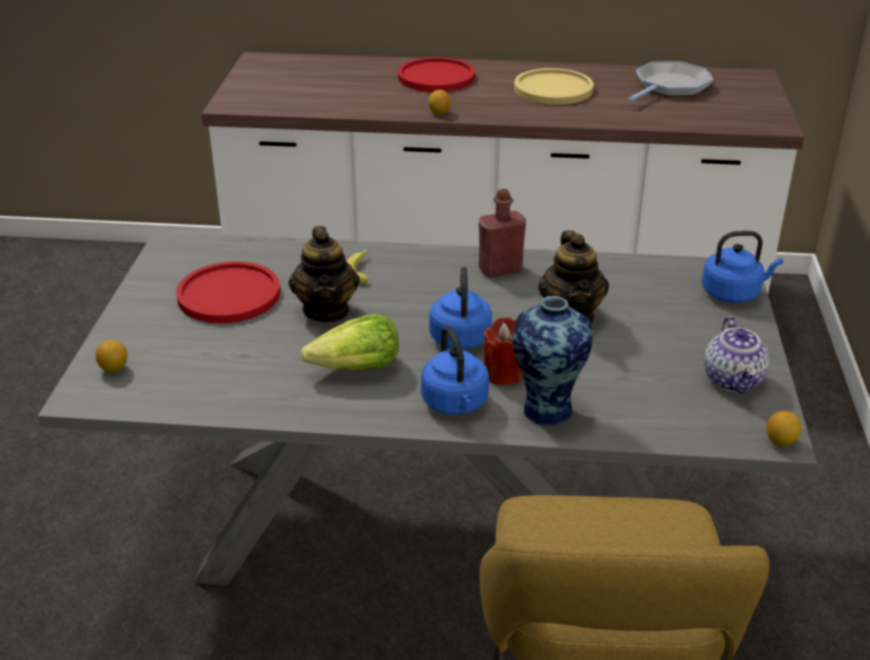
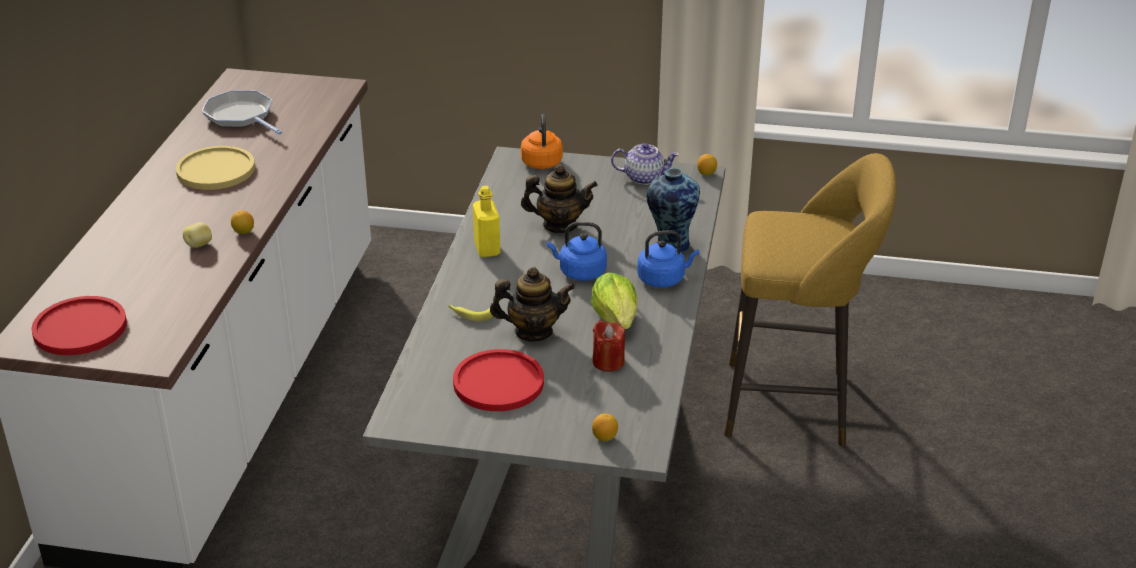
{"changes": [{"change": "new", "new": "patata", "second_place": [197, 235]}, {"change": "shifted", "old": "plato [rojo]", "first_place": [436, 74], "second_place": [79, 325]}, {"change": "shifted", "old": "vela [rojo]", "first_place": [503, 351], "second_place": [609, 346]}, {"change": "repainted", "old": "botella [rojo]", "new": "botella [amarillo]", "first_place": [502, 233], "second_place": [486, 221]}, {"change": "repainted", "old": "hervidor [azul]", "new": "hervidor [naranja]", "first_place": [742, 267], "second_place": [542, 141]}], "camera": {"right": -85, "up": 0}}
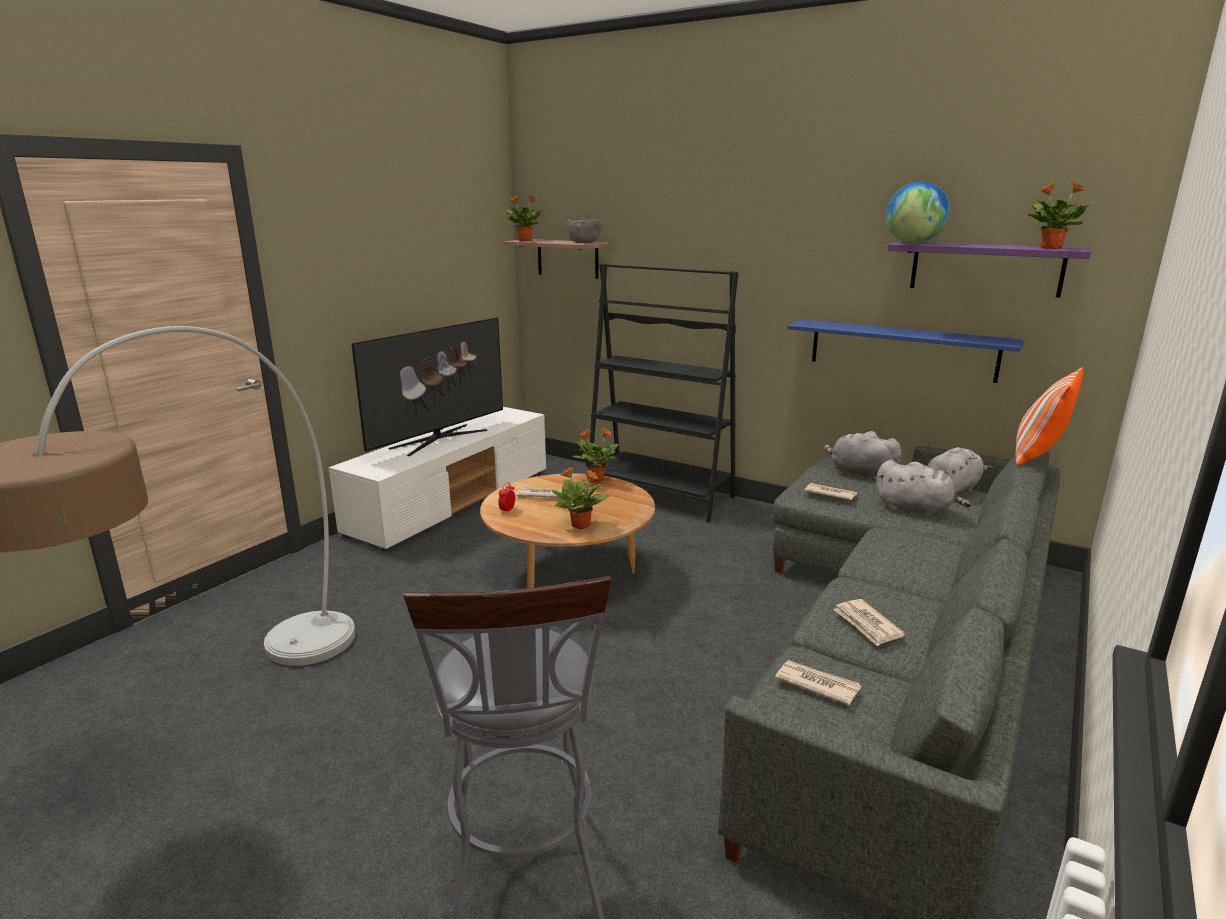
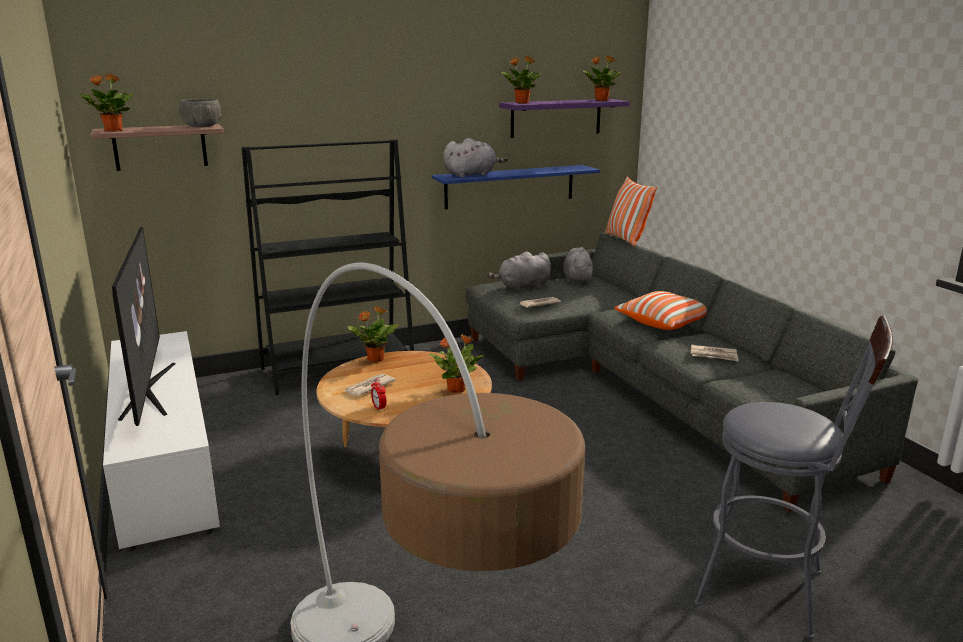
{"changes": [{"change": "gone", "old": "periódico", "first_place": [818, 683]}, {"change": "new", "new": "cojín", "second_place": [660, 310]}, {"change": "shifted", "old": "peluche [gris]", "first_place": [923, 488], "second_place": [475, 158]}, {"change": "swapped", "old": "globo terráqueo", "new": "planta en maceta", "first_place": [918, 212], "second_place": [522, 80]}], "camera": {"right": -55, "up": 0}}
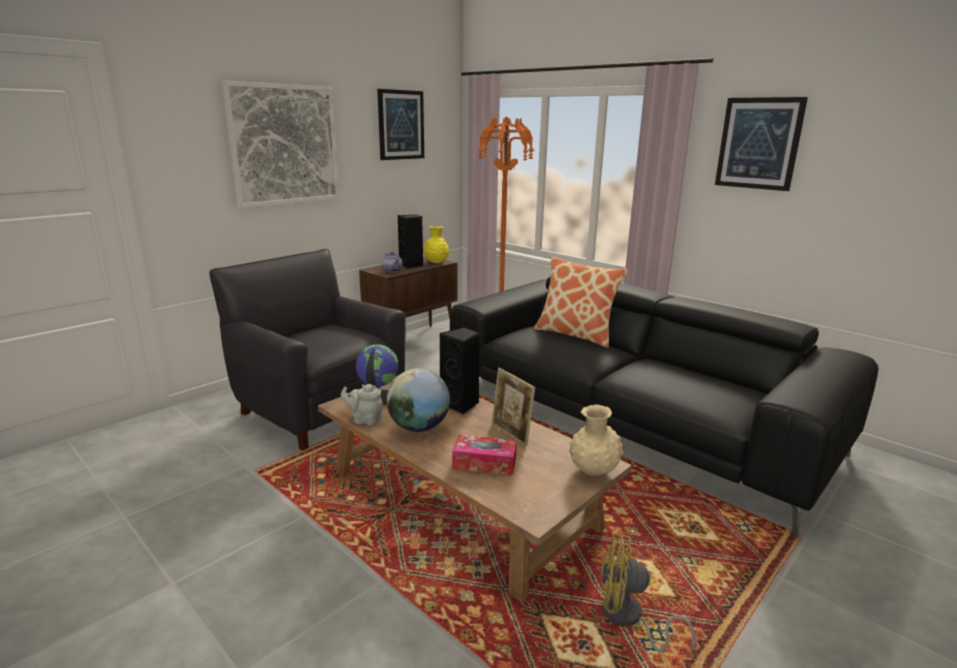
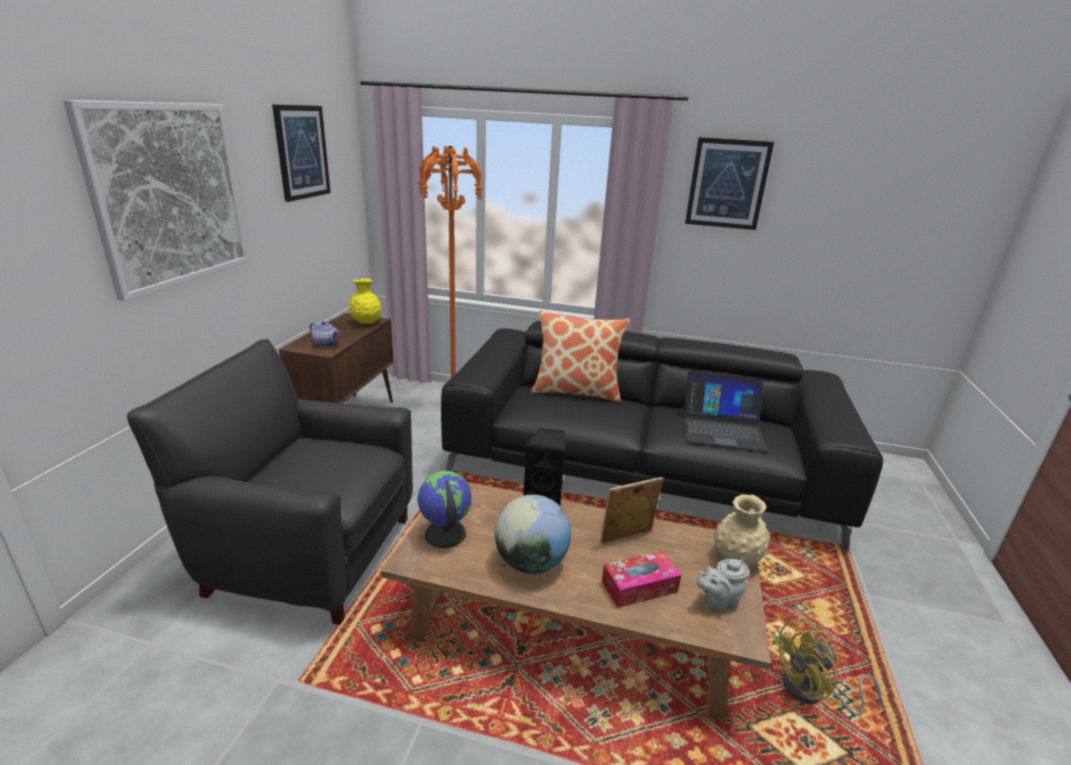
{"changes": [{"change": "gone", "old": "altavoz [negro]", "first_place": [410, 242]}, {"change": "new", "new": "portátil", "second_place": [725, 411]}, {"change": "shifted", "old": "tetera [gris]", "first_place": [362, 404], "second_place": [723, 585]}, {"change": "rotated", "old": "portarretratos", "first_place": [513, 407], "second_place": [631, 510], "degrees": 135}], "camera": {"right": -30, "up": 5}}
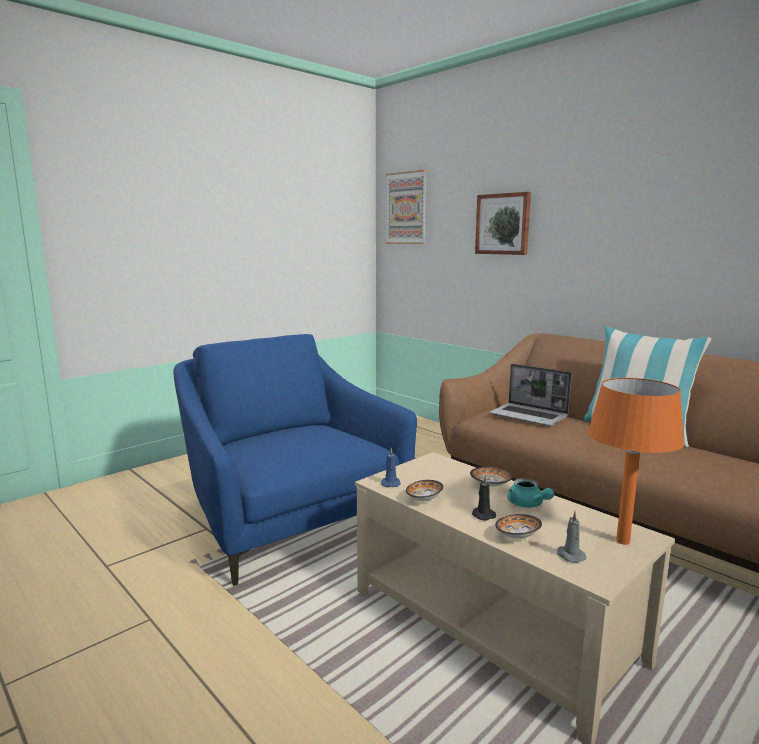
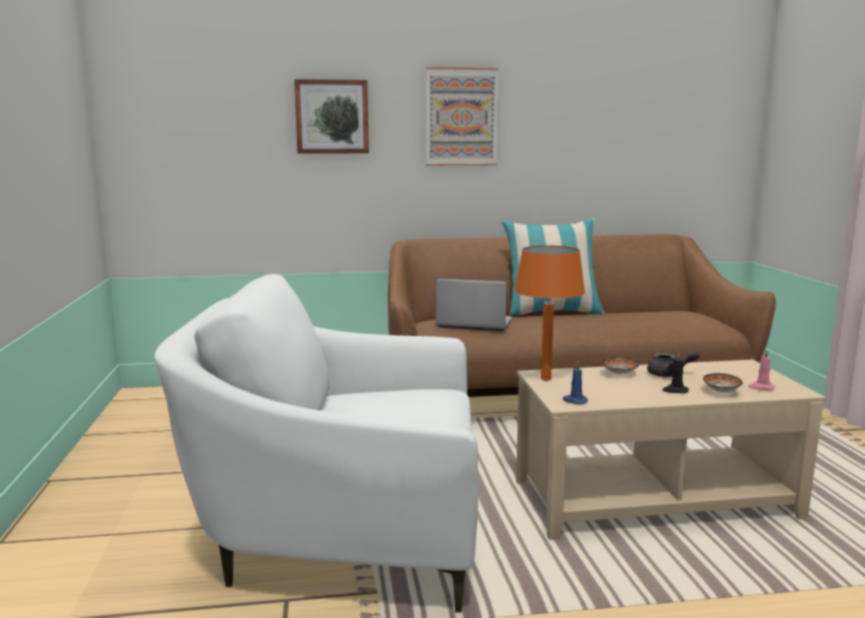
{"changes": [{"change": "gone", "old": "cuenco", "first_place": [424, 490]}, {"change": "shifted", "old": "cuadro", "first_place": [406, 207], "second_place": [462, 116]}, {"change": "shifted", "old": "lámpara de mesa [naranja]", "first_place": [636, 461], "second_place": [549, 313]}, {"change": "repainted", "old": "sillón [azul]", "new": "sillón [blanco]", "first_place": [295, 460], "second_place": [316, 443]}, {"change": "repainted", "old": "tetera [turquesa]", "new": "tetera [gris]", "first_place": [530, 493], "second_place": [673, 363]}, {"change": "repainted", "old": "vela [gris]", "new": "vela [rosa]", "first_place": [571, 537], "second_place": [761, 369]}, {"change": "rotated", "old": "portátil", "first_place": [531, 395], "second_place": [474, 304], "degrees": -150}], "camera": {"right": -55, "up": 0}}
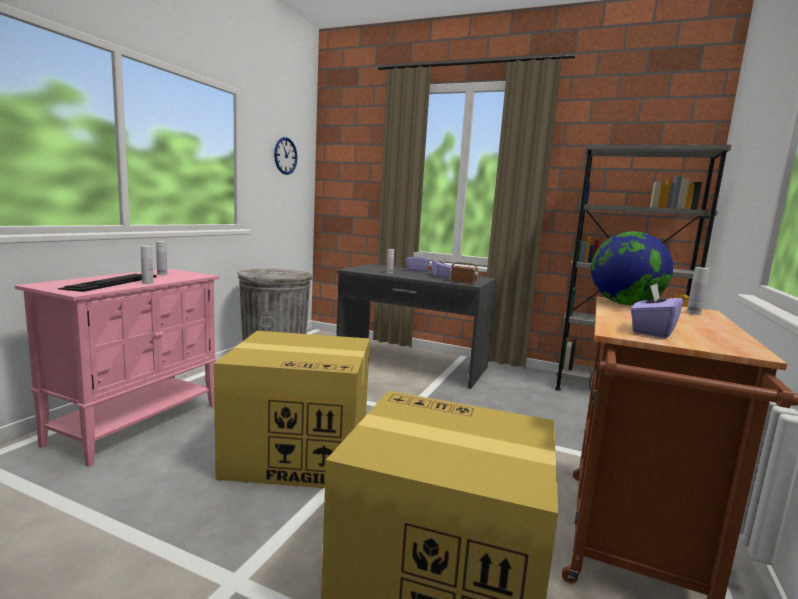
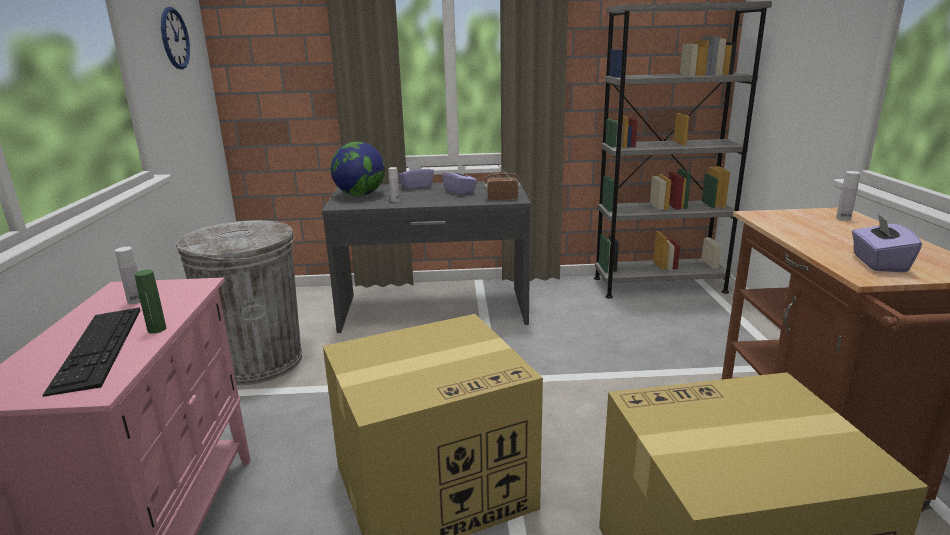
{"changes": [{"change": "shifted", "old": "globo terráqueo", "first_place": [632, 268], "second_place": [357, 169]}, {"change": "repainted", "old": "botella [blanco]", "new": "botella [verde]", "first_place": [147, 265], "second_place": [150, 302]}], "camera": {"right": -25, "up": 10}}
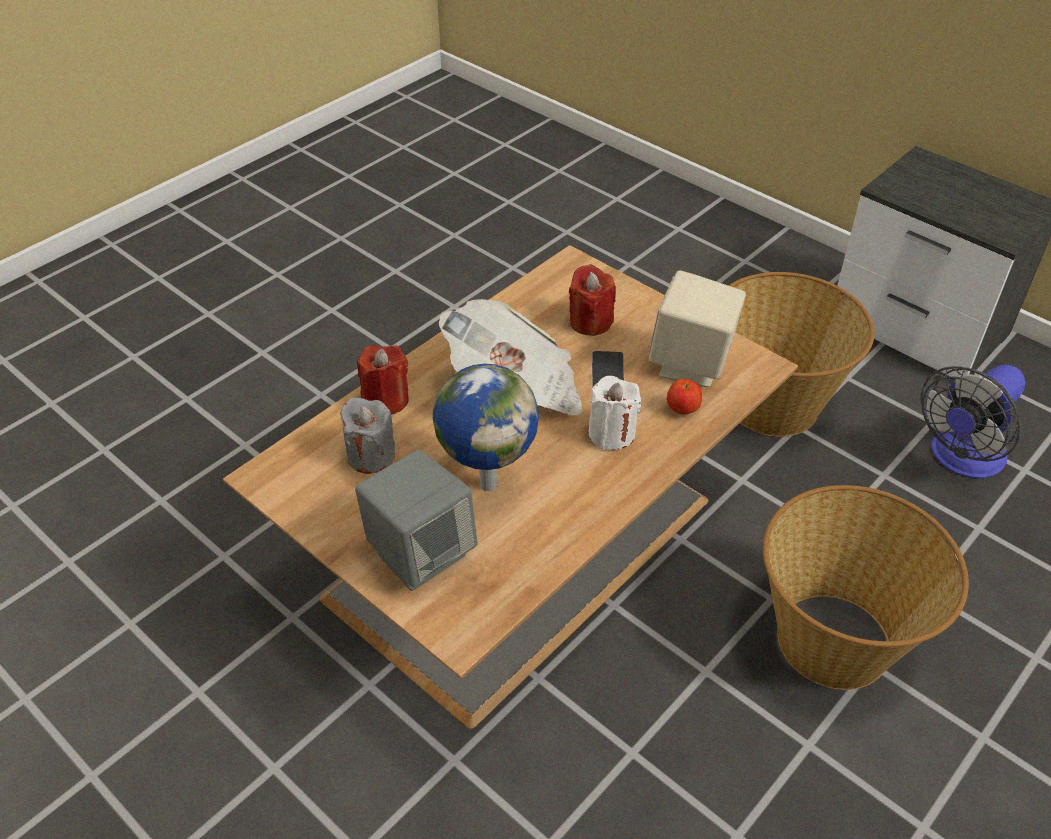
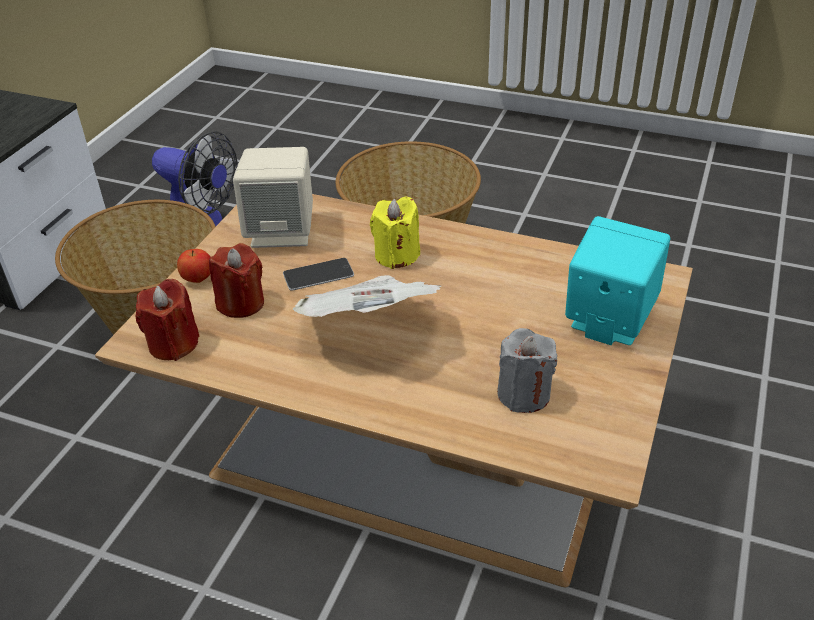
{"changes": [{"change": "gone", "old": "globo terráqueo", "first_place": [486, 427]}, {"change": "shifted", "old": "vela [rojo]", "first_place": [382, 380], "second_place": [167, 320]}, {"change": "shifted", "old": "manzana", "first_place": [684, 396], "second_place": [193, 266]}, {"change": "repainted", "old": "altavoz [gris]", "new": "altavoz [turquesa]", "first_place": [416, 520], "second_place": [617, 280]}, {"change": "repainted", "old": "vela [blanco]", "new": "vela [amarillo]", "first_place": [614, 413], "second_place": [395, 232]}], "camera": {"right": -110, "up": -5}}
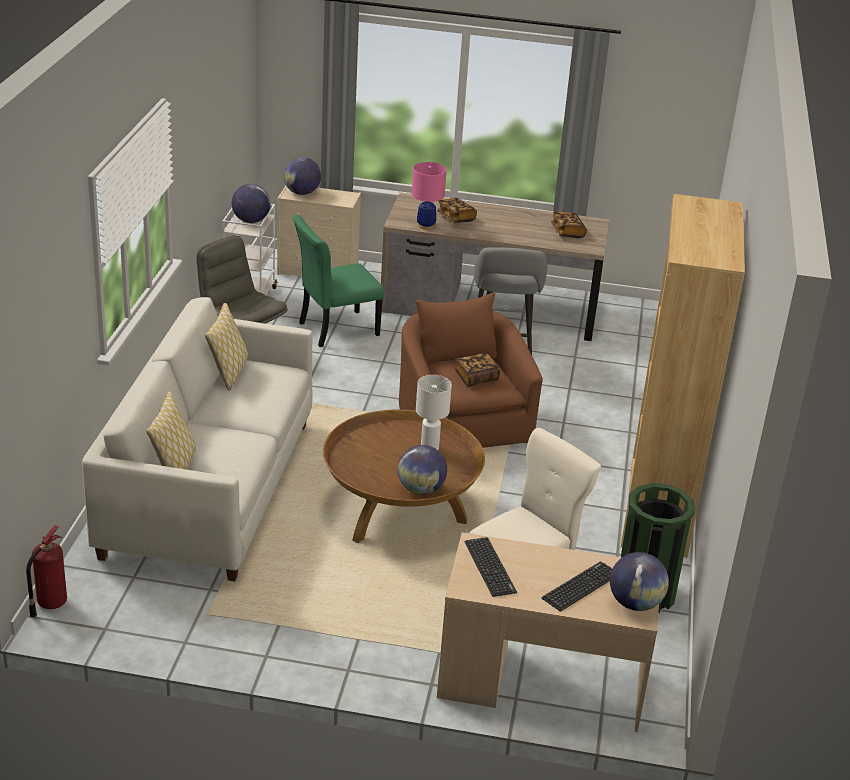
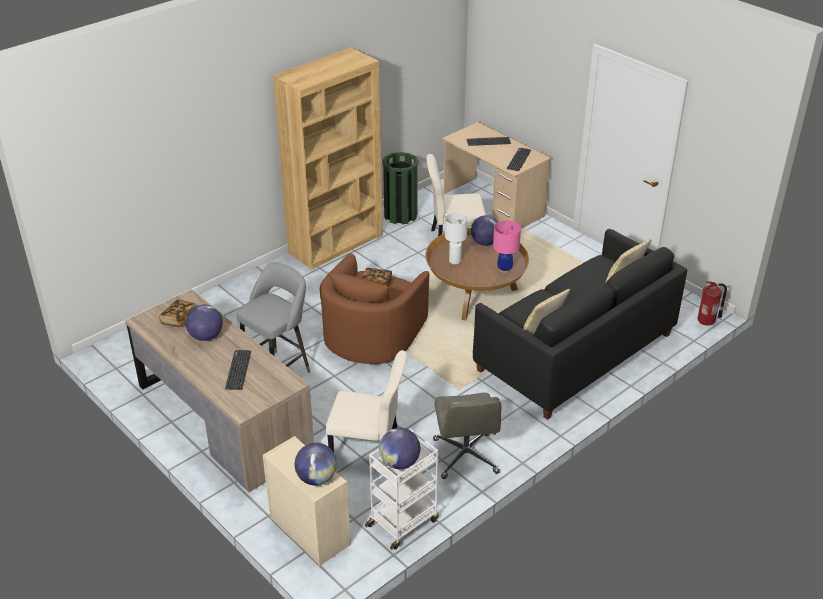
{"changes": [{"change": "shifted", "old": "lámpara de mesa [rosa]", "first_place": [429, 196], "second_place": [507, 246]}, {"change": "shifted", "old": "globo terráqueo", "first_place": [639, 581], "second_place": [204, 322]}, {"change": "swapped", "old": "libro", "new": "teclado", "first_place": [457, 210], "second_place": [238, 370]}, {"change": "repainted", "old": "sofá [blanco]", "new": "sofá [negro]", "first_place": [197, 439], "second_place": [580, 324]}, {"change": "repainted", "old": "silla [verde]", "new": "silla [beis]", "first_place": [338, 281], "second_place": [366, 401]}], "camera": {"right": -140, "up": 5}}
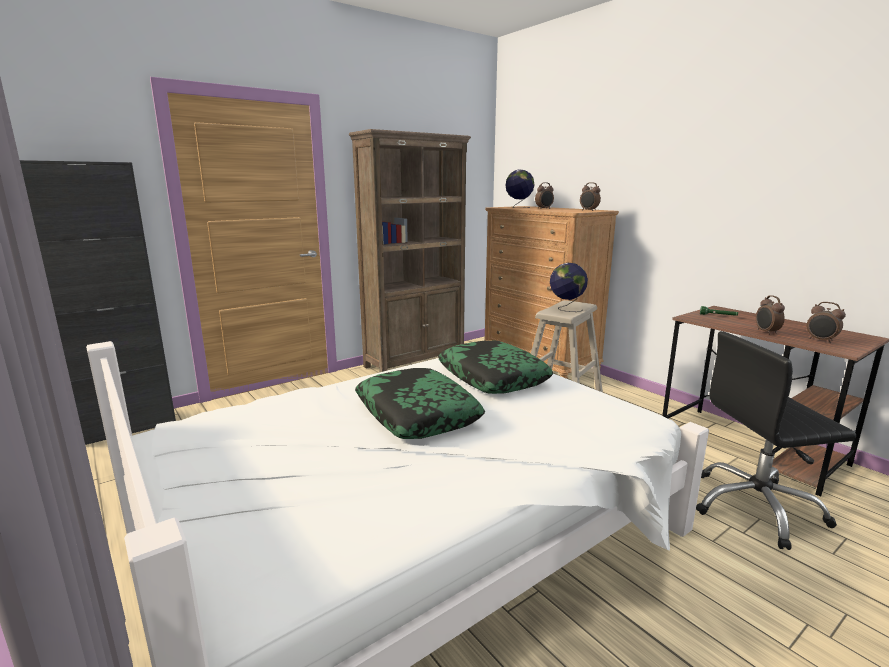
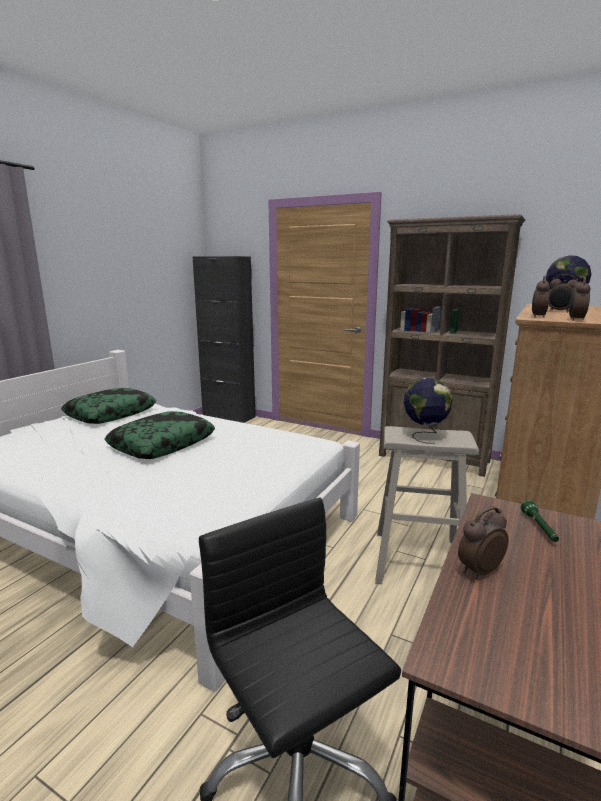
{"changes": [{"change": "shifted", "old": "cojín", "first_place": [495, 367], "second_place": [108, 406]}, {"change": "shifted", "old": "despertador", "first_place": [826, 322], "second_place": [541, 297]}], "camera": {"right": 65, "up": 0}}
